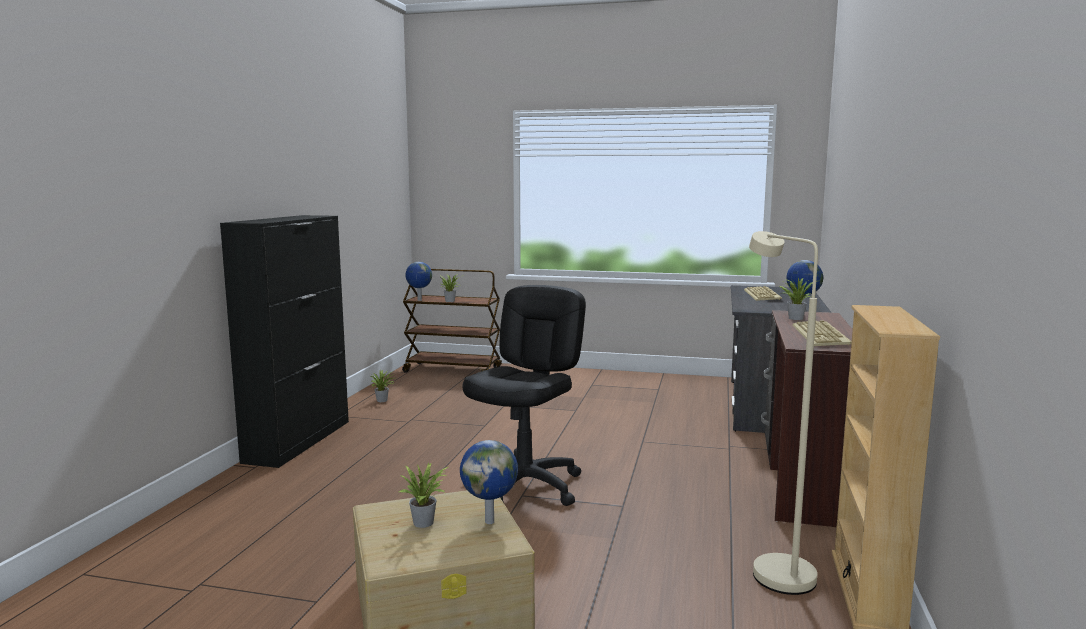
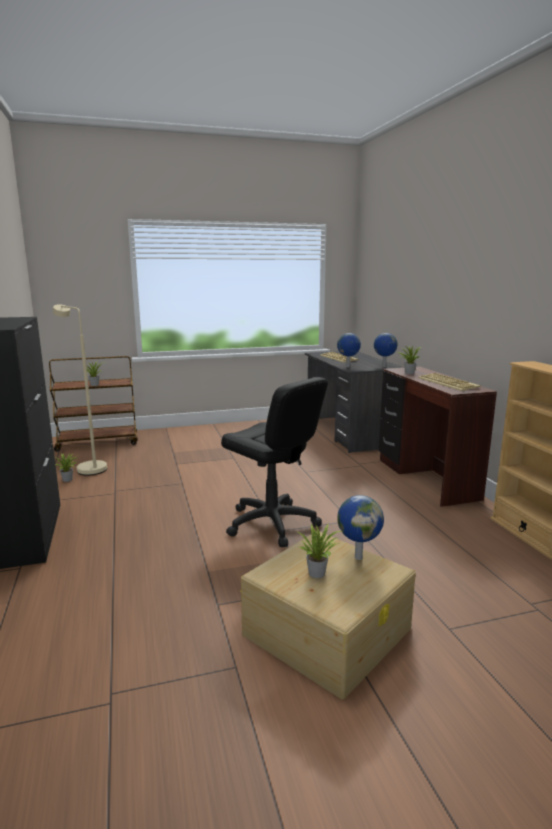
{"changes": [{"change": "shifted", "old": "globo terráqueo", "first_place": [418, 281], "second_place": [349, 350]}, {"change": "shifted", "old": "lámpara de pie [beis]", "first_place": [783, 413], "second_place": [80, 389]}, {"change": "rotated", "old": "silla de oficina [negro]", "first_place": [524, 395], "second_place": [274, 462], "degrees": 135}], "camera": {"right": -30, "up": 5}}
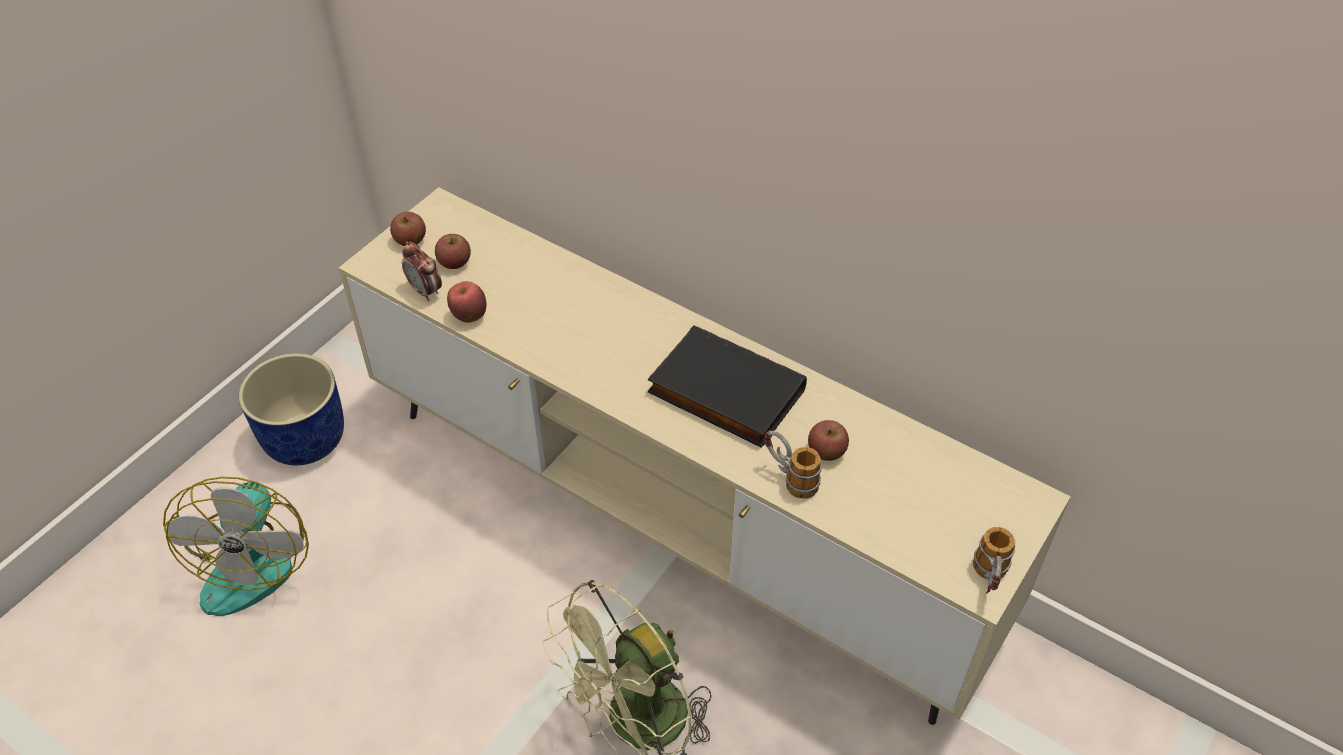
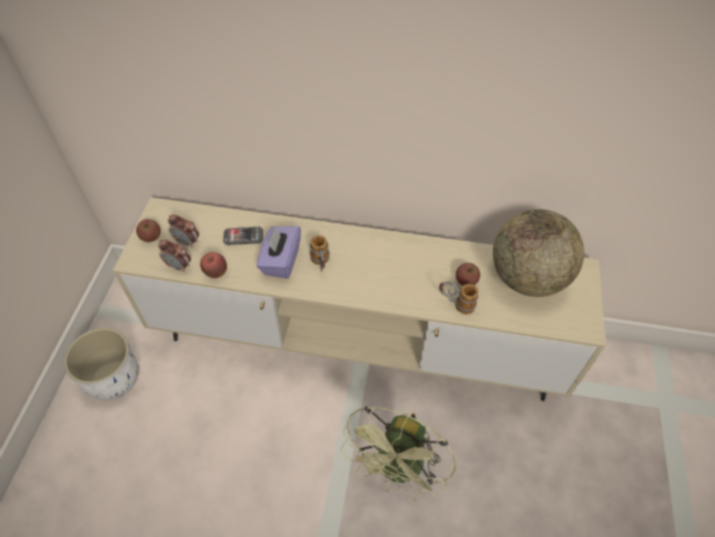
{"changes": [{"change": "gone", "old": "ventilador", "first_place": [236, 546]}, {"change": "gone", "old": "libro [negro]", "first_place": [727, 386]}, {"change": "new", "new": "móvil", "second_place": [243, 236]}, {"change": "new", "new": "caja de pañuelos [morado]", "second_place": [279, 252]}, {"change": "new", "new": "globo terráqueo", "second_place": [538, 253]}, {"change": "shifted", "old": "taza grande", "first_place": [994, 560], "second_place": [320, 253]}, {"change": "swapped", "old": "manzana", "new": "despertador", "first_place": [453, 251], "second_place": [183, 231]}, {"change": "repainted", "old": "maceta [azul]", "new": "maceta [blanco]", "first_place": [291, 409], "second_place": [101, 364]}], "camera": {"right": -25, "up": 5}}
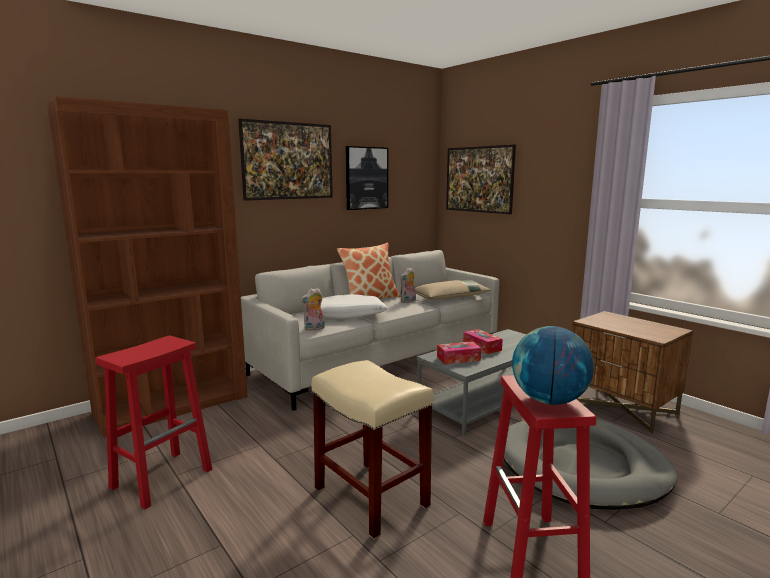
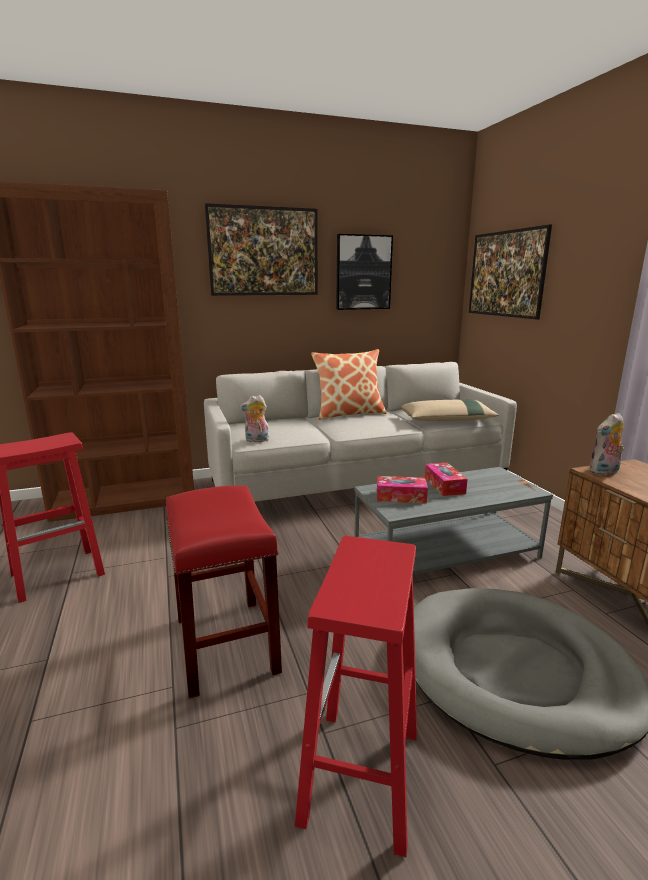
{"changes": [{"change": "gone", "old": "cojín [blanco]", "first_place": [354, 306]}, {"change": "gone", "old": "globo terráqueo", "first_place": [553, 365]}, {"change": "shifted", "old": "peluche", "first_place": [408, 285], "second_place": [606, 444]}, {"change": "repainted", "old": "taburete [beis]", "new": "taburete [rojo]", "first_place": [372, 449], "second_place": [224, 592]}], "camera": {"right": 20, "up": 5}}
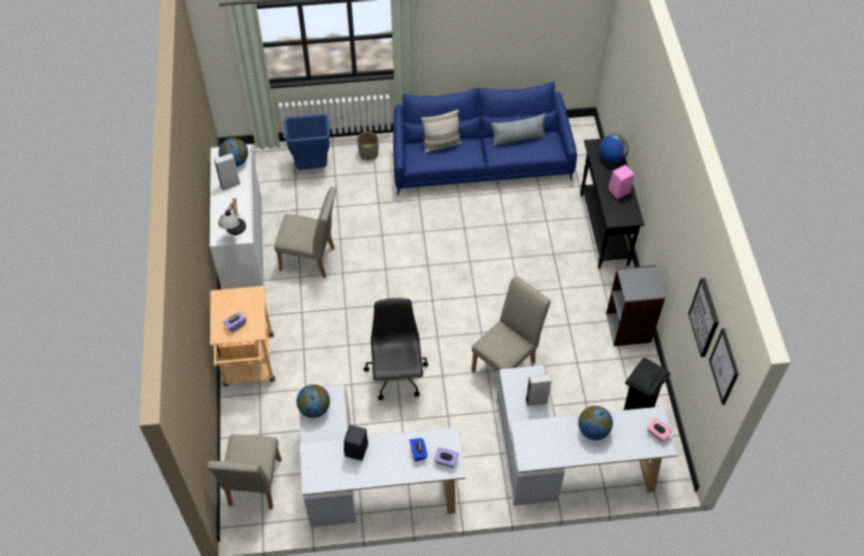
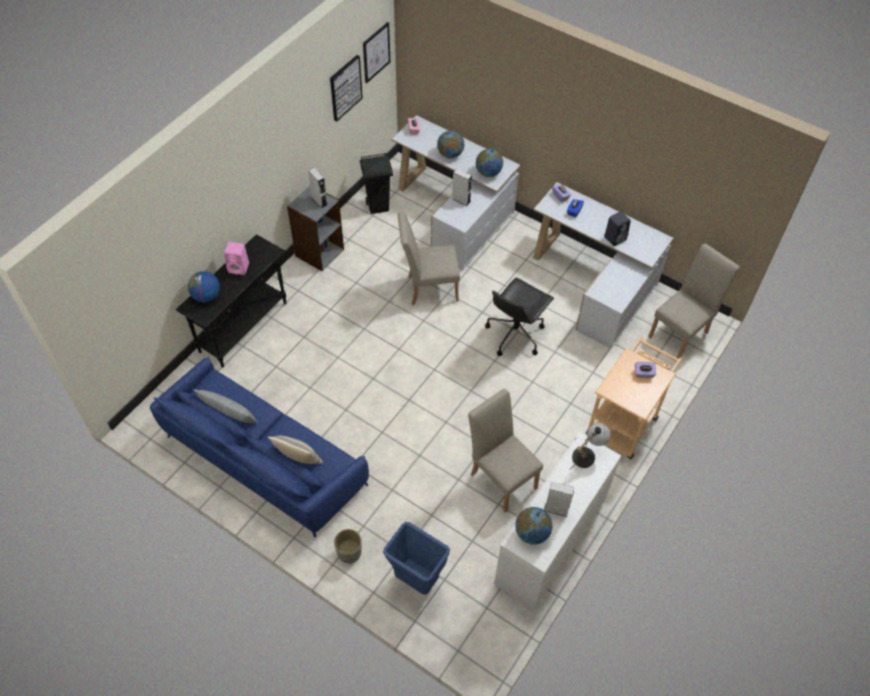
{"changes": [{"change": "new", "new": "altavoz [gris]", "second_place": [318, 188]}, {"change": "shifted", "old": "globo terráqueo", "first_place": [313, 401], "second_place": [489, 163]}], "camera": {"right": -140, "up": 0}}
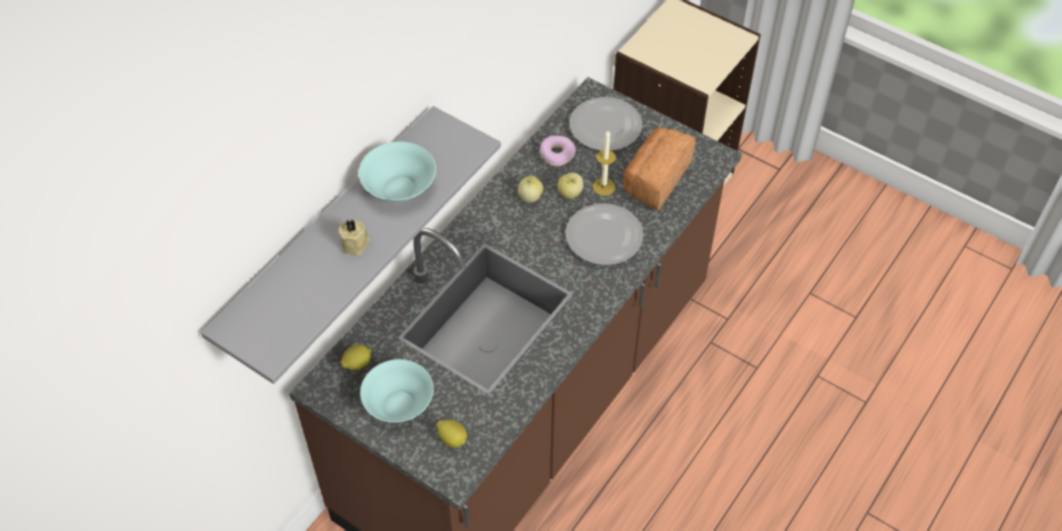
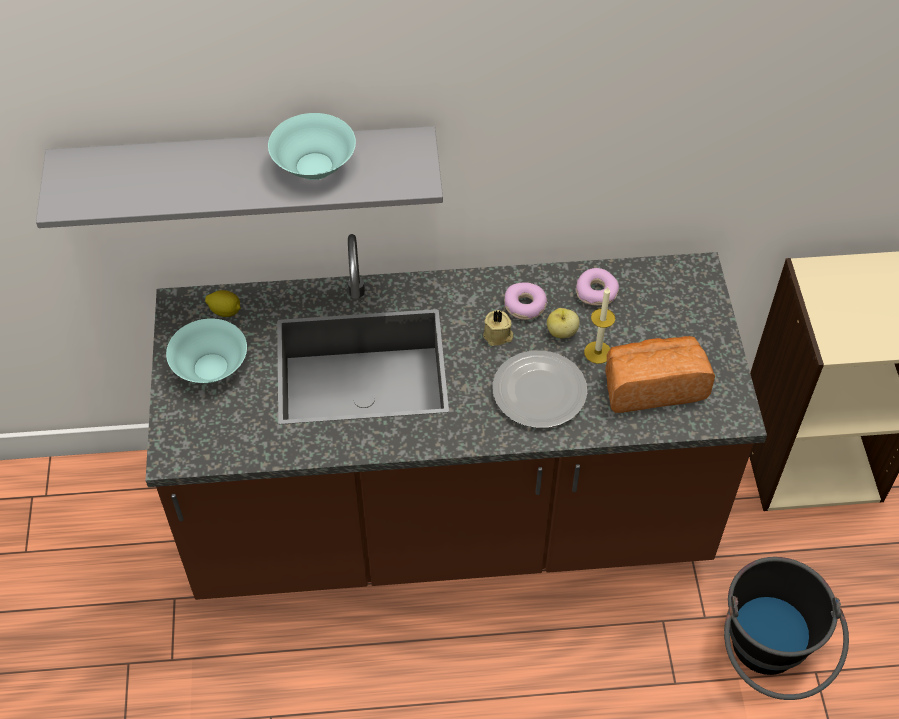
{"changes": [{"change": "gone", "old": "limón", "first_place": [452, 434]}, {"change": "gone", "old": "plato", "first_place": [606, 124]}, {"change": "new", "new": "cubo [negro]", "second_place": [786, 628]}, {"change": "shifted", "old": "vela [beis]", "first_place": [354, 237], "second_place": [498, 328]}, {"change": "swapped", "old": "manzana", "new": "rosquilla", "first_place": [530, 189], "second_place": [526, 301]}], "camera": {"right": 50, "up": 0}}
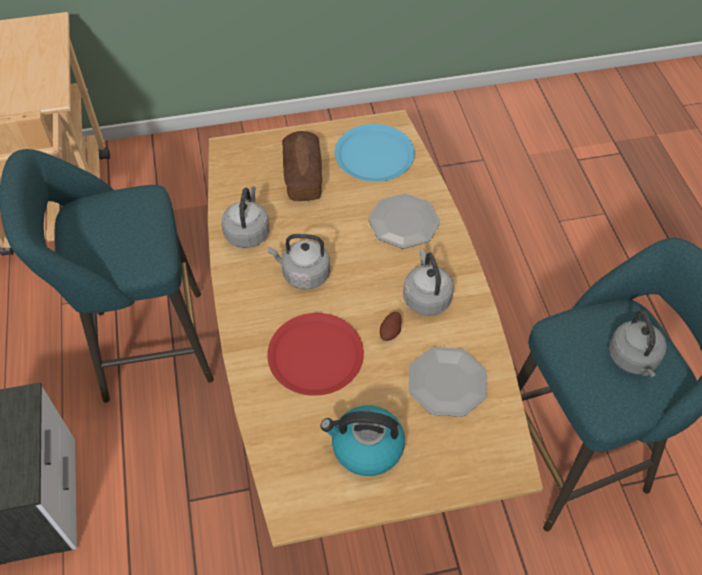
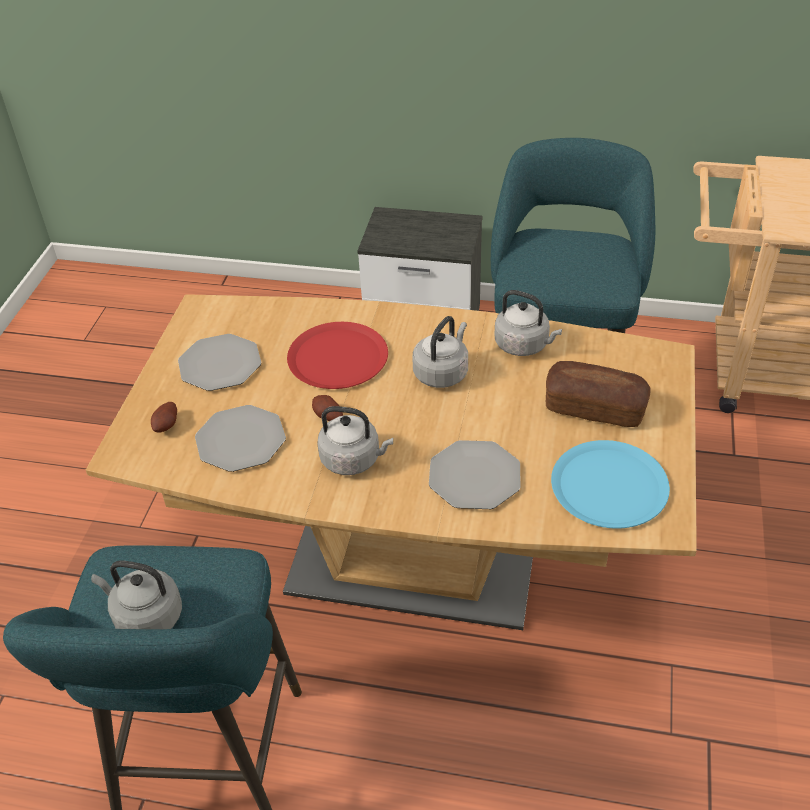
{"changes": [{"change": "new", "new": "patata", "second_place": [164, 417]}, {"change": "swapped", "old": "hervidor", "new": "plato", "first_place": [362, 440], "second_place": [219, 362]}], "camera": {"right": 115, "up": -10}}
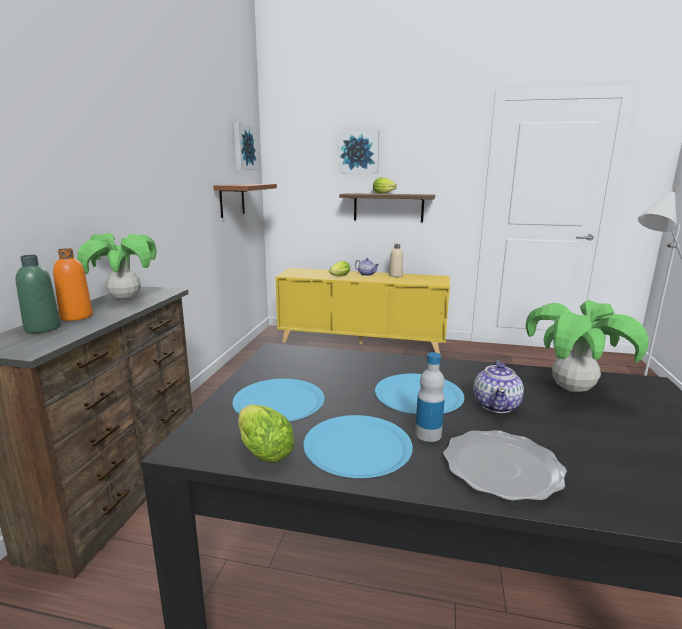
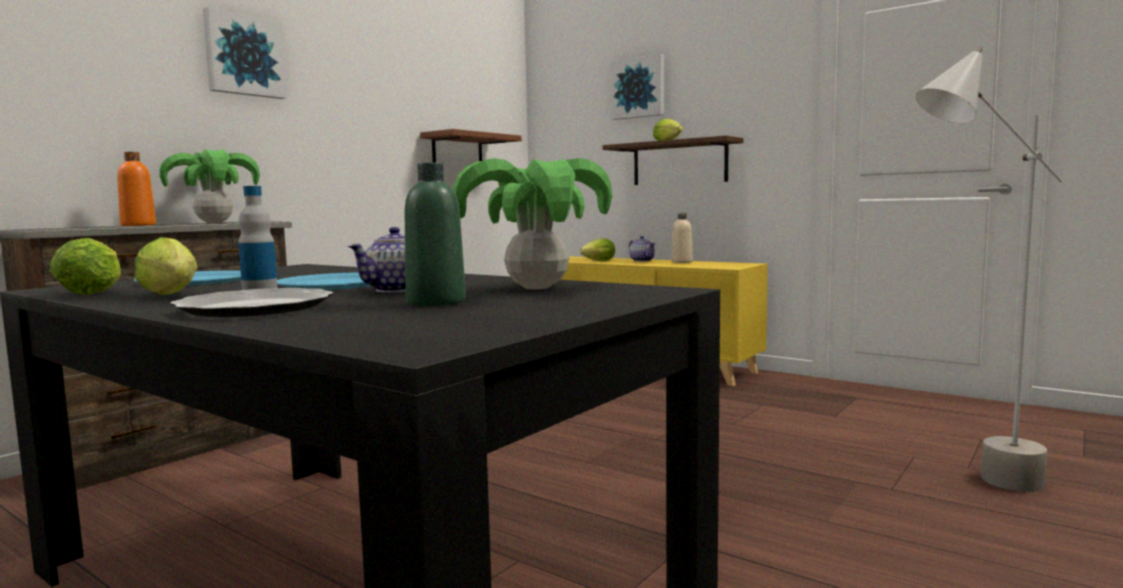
{"changes": [{"change": "shifted", "old": "botella [verde]", "first_place": [38, 294], "second_place": [435, 234]}, {"change": "shifted", "old": "cuadro", "first_place": [246, 146], "second_place": [245, 53]}, {"change": "swapped", "old": "plato [azul]", "new": "lechuga", "first_place": [358, 446], "second_place": [166, 266]}], "camera": {"right": 25, "up": -10}}
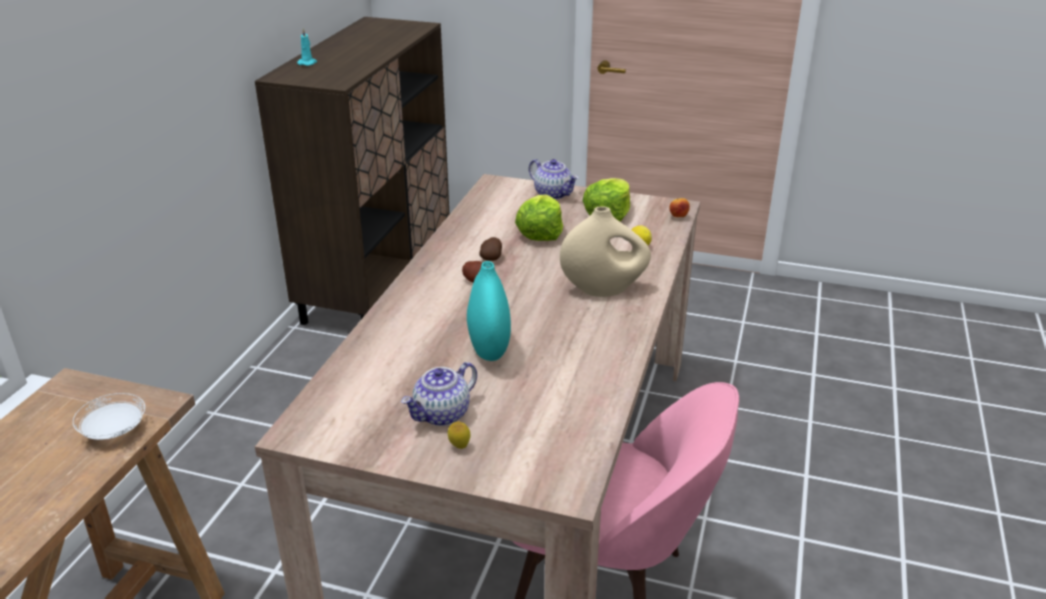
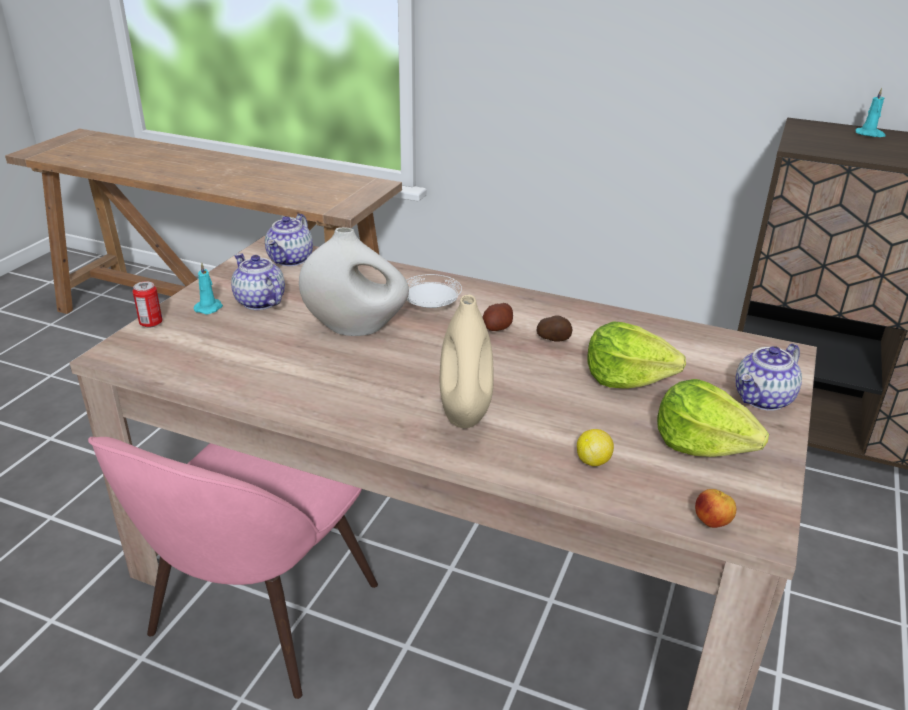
{"changes": [{"change": "new", "new": "lata", "second_place": [147, 304]}, {"change": "new", "new": "tetera", "second_place": [289, 240]}, {"change": "shifted", "old": "plato [blanco]", "first_place": [109, 416], "second_place": [434, 291]}, {"change": "swapped", "old": "limón", "new": "vela [turquesa]", "first_place": [459, 435], "second_place": [208, 288]}, {"change": "repainted", "old": "florero [turquesa]", "new": "florero [blanco]", "first_place": [489, 311], "second_place": [354, 281]}], "camera": {"right": 95, "up": 0}}
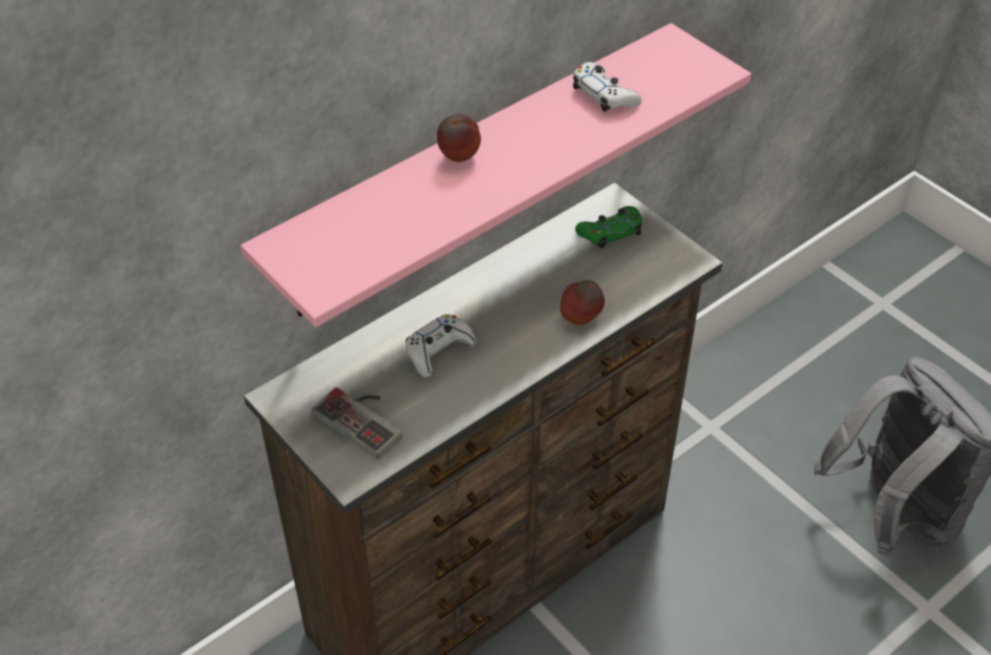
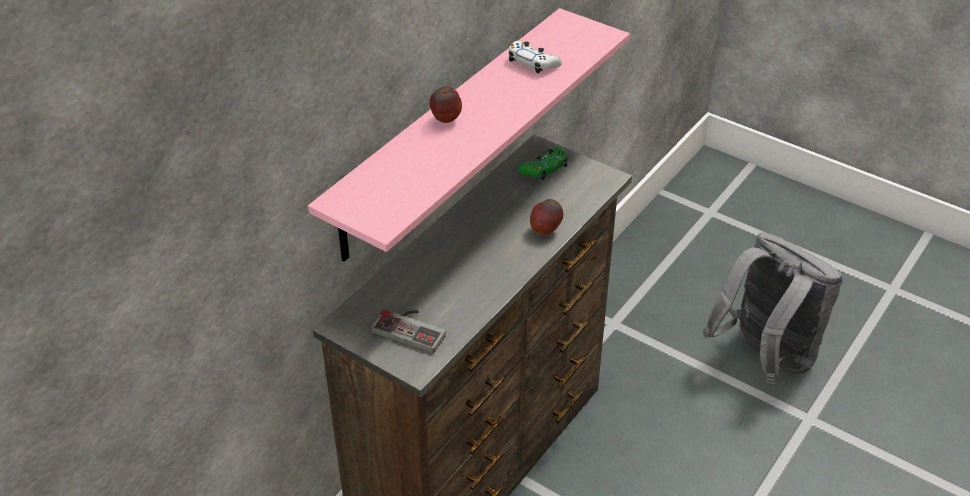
{"changes": [{"change": "gone", "old": "mando de consola [blanco]", "first_place": [441, 345]}], "camera": {"right": -15, "up": -5}}
